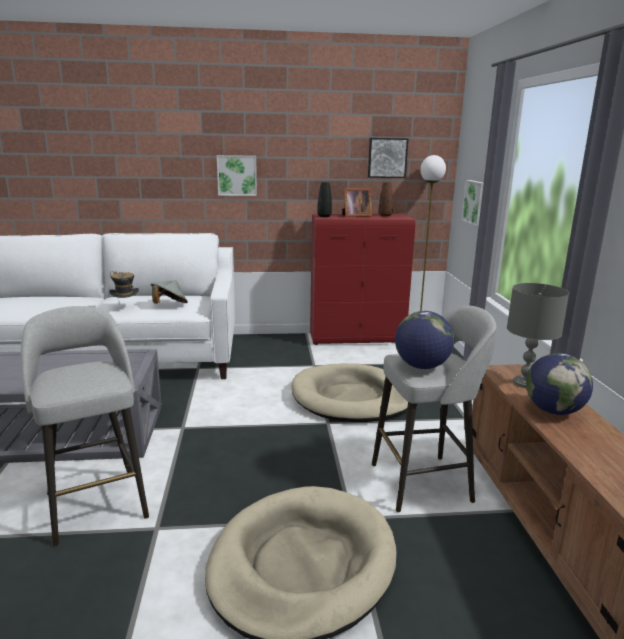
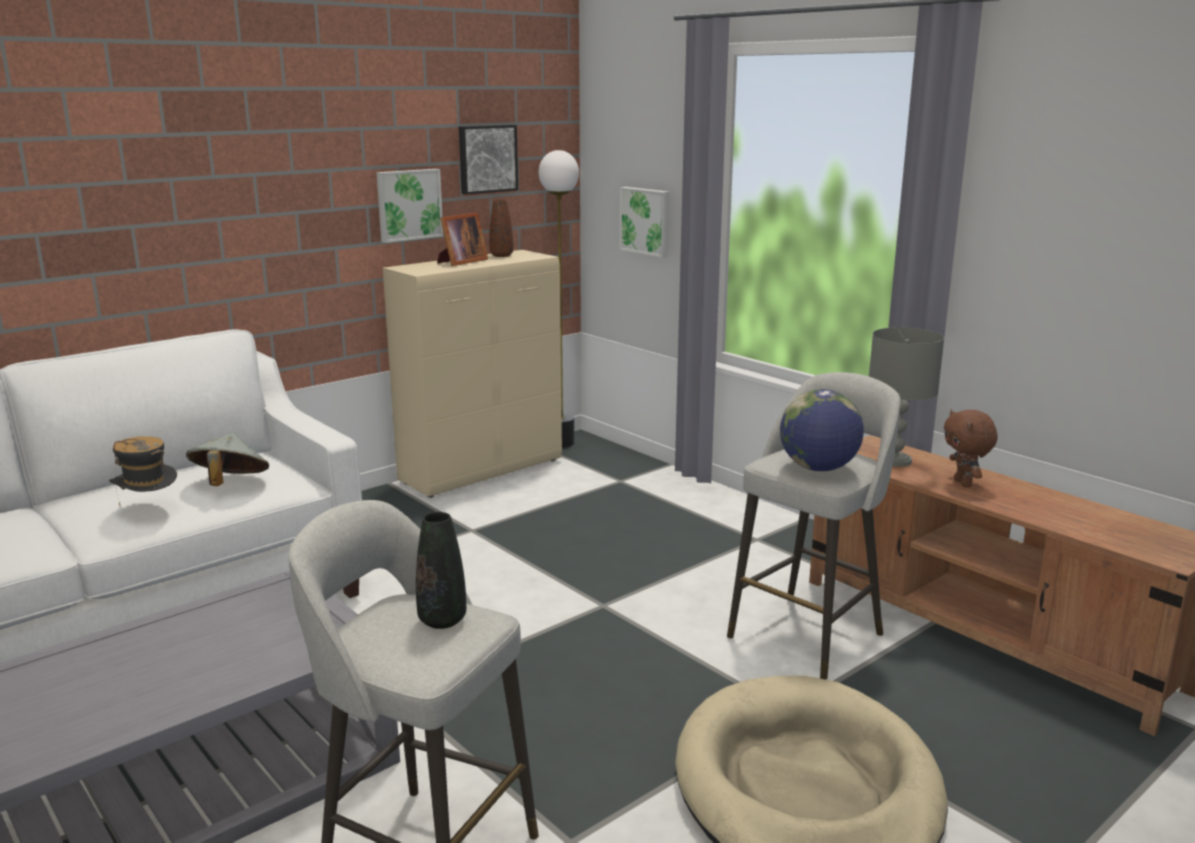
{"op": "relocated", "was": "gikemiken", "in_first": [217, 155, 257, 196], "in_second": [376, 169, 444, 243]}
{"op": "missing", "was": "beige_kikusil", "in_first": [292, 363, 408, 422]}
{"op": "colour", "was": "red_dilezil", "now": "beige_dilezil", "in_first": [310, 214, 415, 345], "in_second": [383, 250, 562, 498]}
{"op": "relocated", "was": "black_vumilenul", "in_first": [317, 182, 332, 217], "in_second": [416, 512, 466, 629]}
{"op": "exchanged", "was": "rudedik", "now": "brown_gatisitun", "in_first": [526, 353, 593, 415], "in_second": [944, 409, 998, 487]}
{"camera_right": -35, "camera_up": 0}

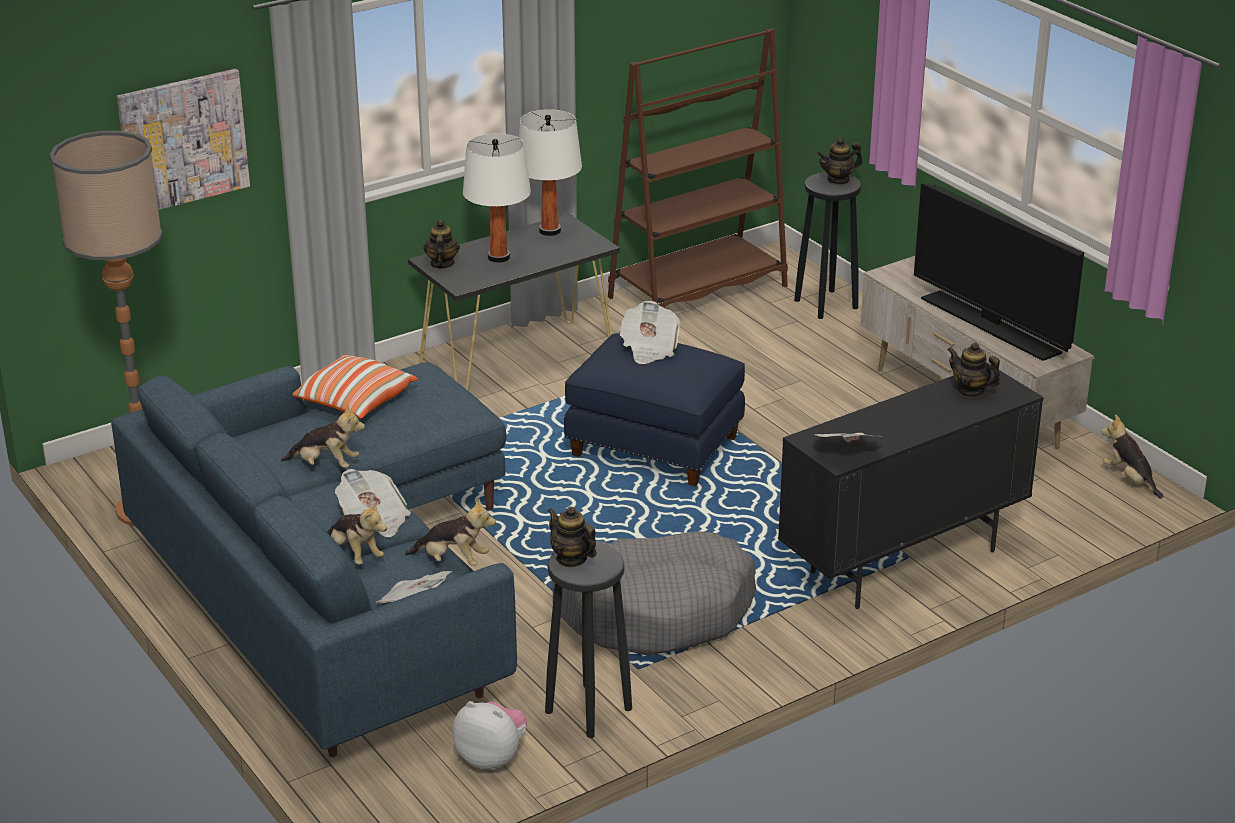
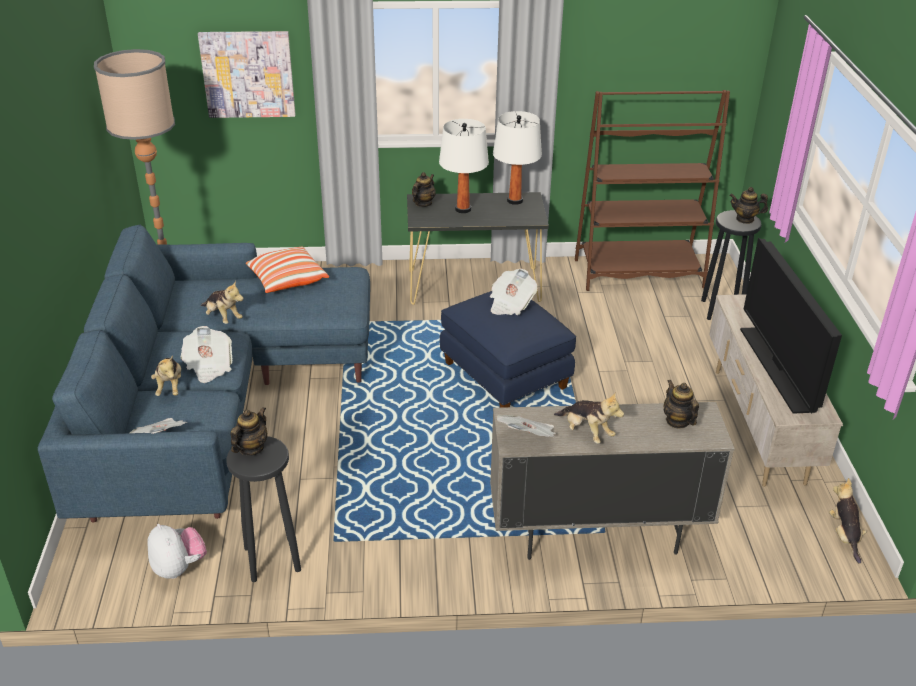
{"op": "relocated", "was": "gatisitun", "in_first": [405, 498, 496, 566], "in_second": [554, 391, 624, 444]}
{"op": "spun", "was": "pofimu", "in_first": [547, 506, 597, 567], "in_second": [230, 407, 267, 456], "clockwise": 45}
{"op": "missing", "was": "grey_kikusil", "in_first": [552, 531, 756, 655]}
{"op": "colour", "was": "black_dilezil", "now": "beige_dilezil", "in_first": [778, 363, 1044, 609], "in_second": [490, 402, 735, 560]}
{"camera_right": 30, "camera_up": 5}

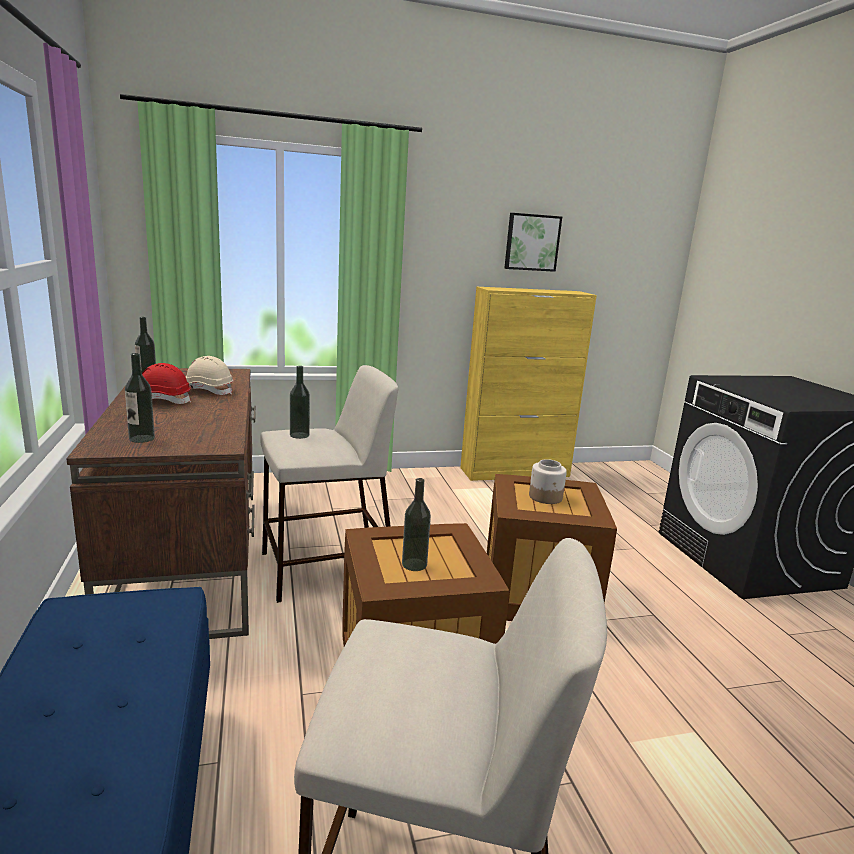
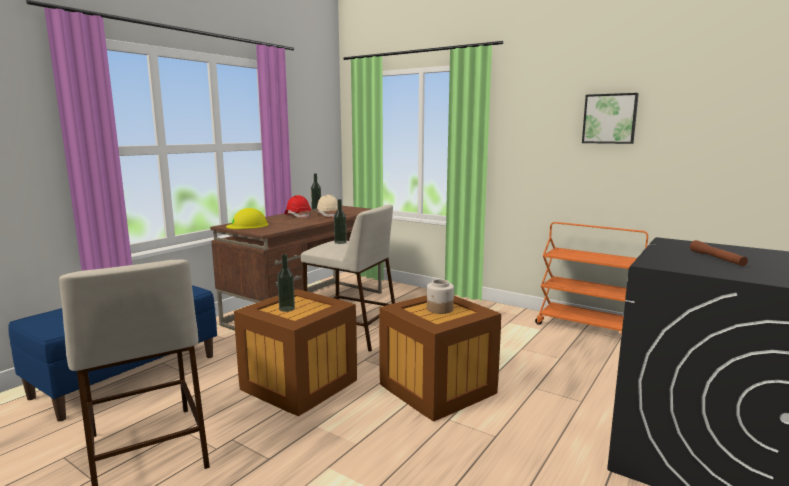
{"op": "exchanged", "was": "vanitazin", "now": "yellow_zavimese", "in_first": [125, 353, 155, 443], "in_second": [226, 208, 269, 229]}
{"op": "exchanged", "was": "yellow_dilezil", "now": "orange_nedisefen", "in_first": [460, 287, 597, 481], "in_second": [535, 222, 648, 334]}
{"op": "appeared", "now": "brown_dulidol", "in_second": [690, 240, 748, 266]}
{"camera_right": 50, "camera_up": -5}

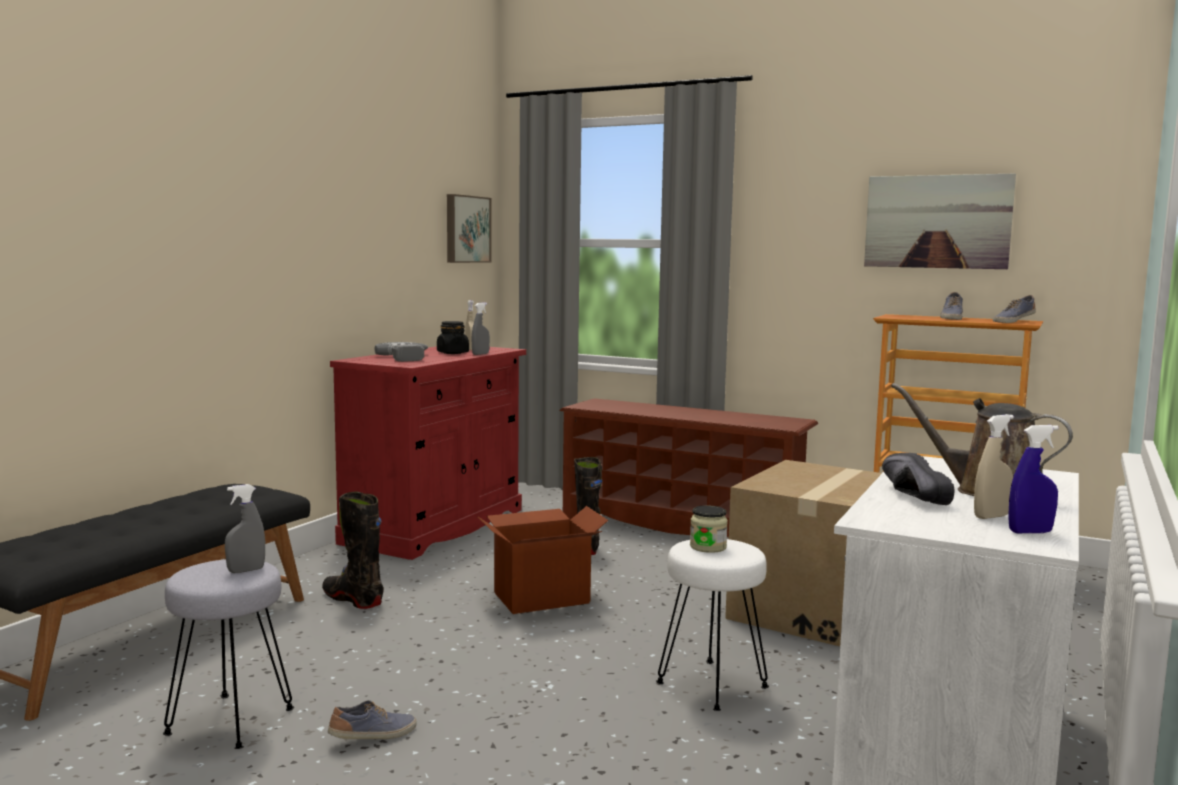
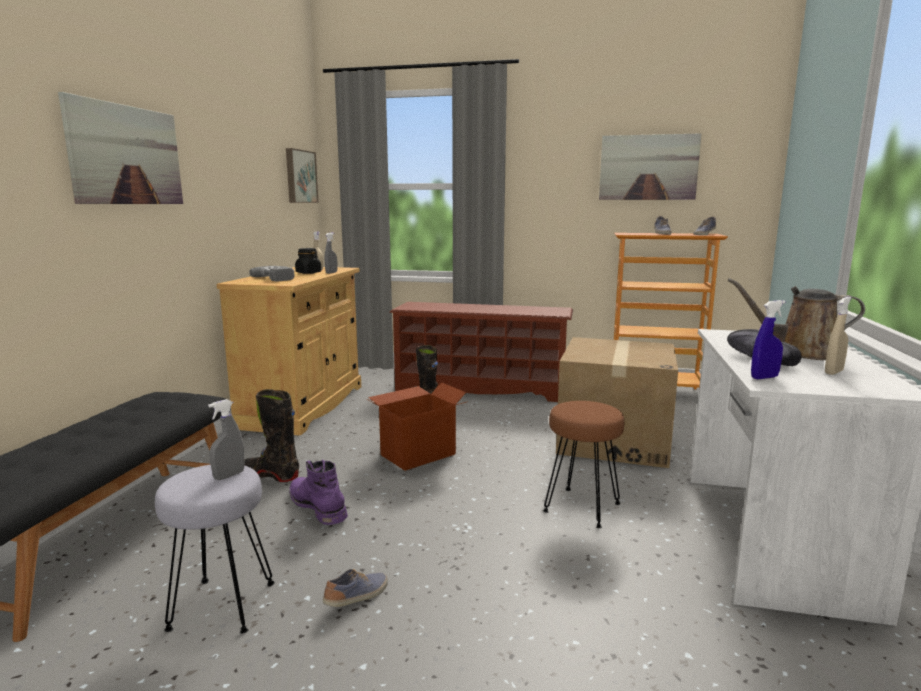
{"op": "colour", "was": "red_dilezil", "now": "beige_dilezil", "in_first": [330, 346, 526, 560], "in_second": [217, 267, 361, 435]}
{"op": "colour", "was": "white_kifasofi", "now": "brown_kifasofi", "in_first": [656, 539, 769, 711], "in_second": [543, 401, 624, 528]}
{"op": "missing", "was": "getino", "in_first": [690, 505, 728, 553]}
{"op": "relocated", "was": "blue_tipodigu", "in_first": [1008, 425, 1059, 533], "in_second": [751, 300, 785, 379]}
{"op": "appeared", "now": "gikemiken", "in_second": [58, 92, 183, 204]}
{"op": "appeared", "now": "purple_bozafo", "in_second": [289, 460, 348, 525]}
{"camera_right": -15, "camera_up": 5}

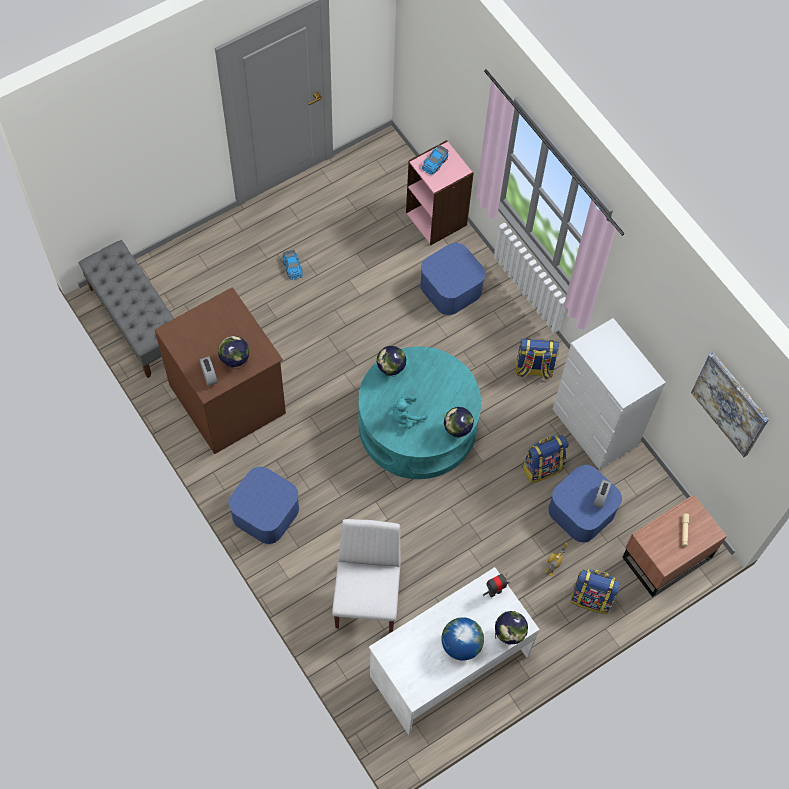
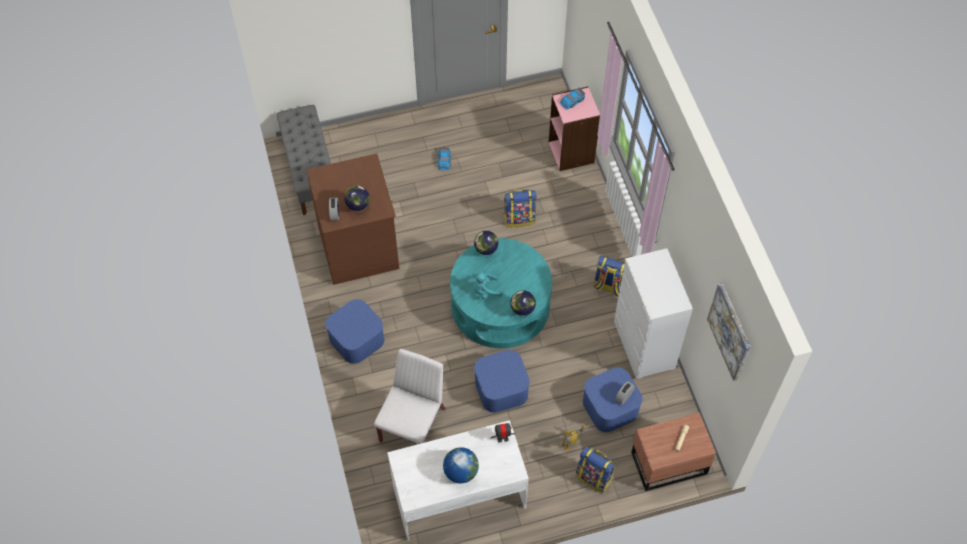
{"op": "relocated", "was": "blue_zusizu", "in_first": [420, 243, 485, 315], "in_second": [474, 350, 530, 413]}
{"op": "missing", "was": "rudedik", "in_first": [495, 611, 528, 644]}
{"op": "relocated", "was": "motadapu", "in_first": [522, 435, 568, 484], "in_second": [504, 188, 537, 227]}
{"camera_right": 20, "camera_up": -5}

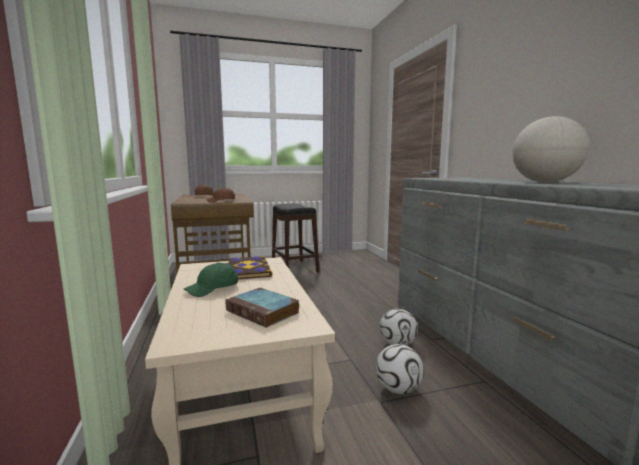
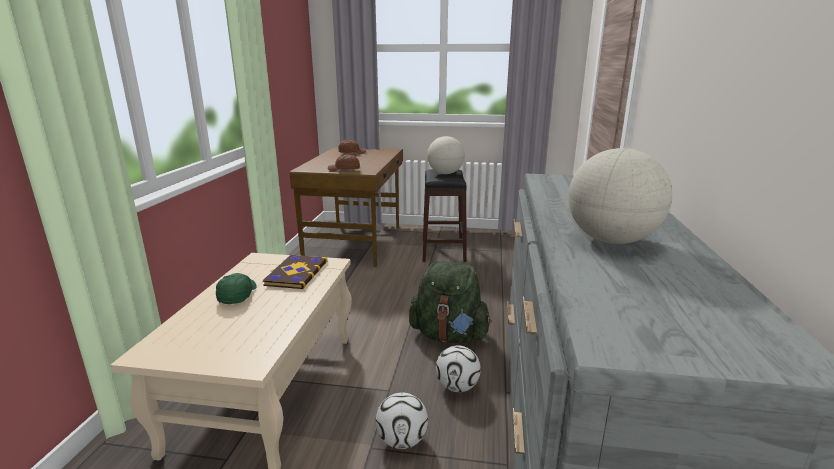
{"op": "spun", "was": "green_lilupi", "in_first": [184, 263, 238, 297], "in_second": [216, 273, 256, 304], "clockwise": 105}
{"op": "missing", "was": "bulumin", "in_first": [226, 288, 300, 328]}
{"op": "appeared", "now": "green_motadapu", "in_second": [409, 261, 492, 343]}
{"op": "appeared", "now": "rudedik", "in_second": [427, 136, 465, 174]}
{"camera_right": 25, "camera_up": 10}

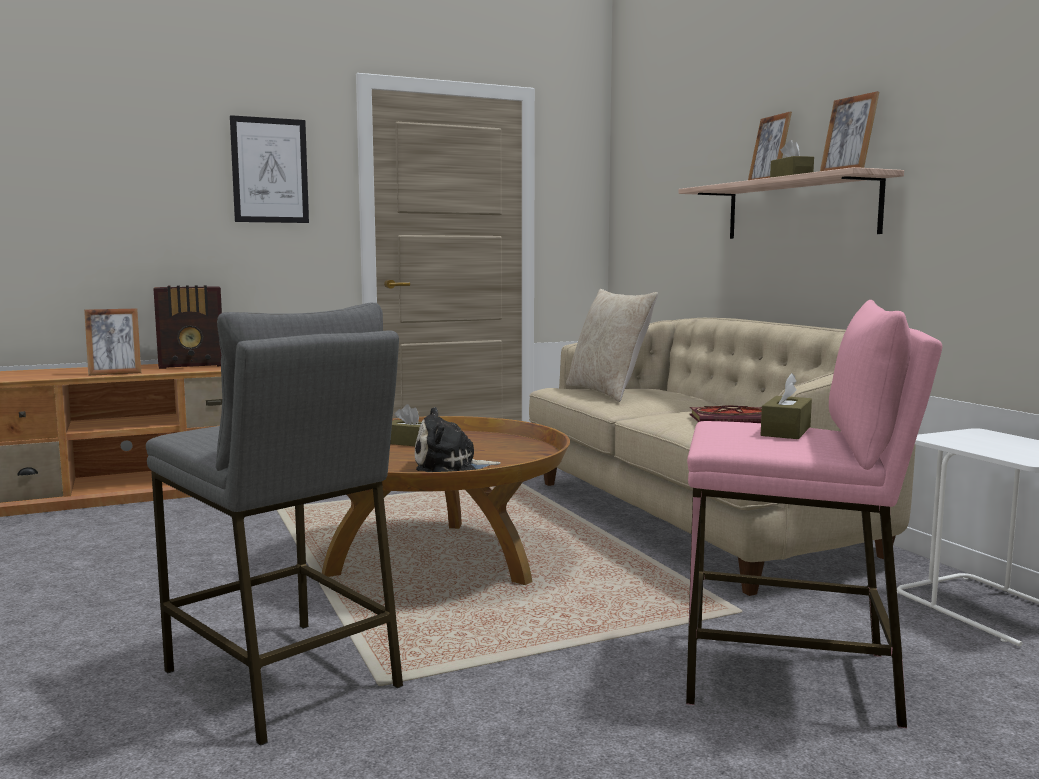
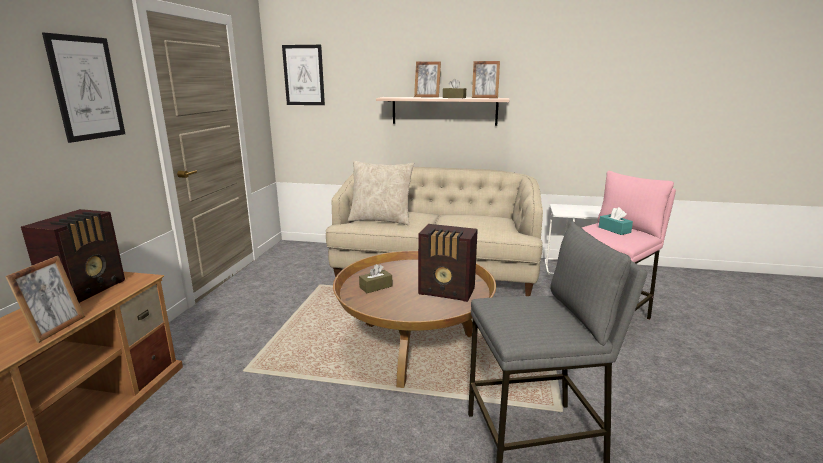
{"op": "exchanged", "was": "gatisitun", "now": "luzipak", "in_first": [415, 407, 501, 472], "in_second": [418, 224, 478, 302]}
{"op": "missing", "was": "bulumin", "in_first": [690, 405, 762, 423]}
{"op": "colour", "was": "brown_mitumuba", "now": "turquoise_mitumuba", "in_first": [761, 373, 812, 439], "in_second": [599, 207, 633, 235]}
{"op": "appeared", "now": "gikemiken", "in_second": [282, 45, 325, 105]}
{"camera_right": -55, "camera_up": 10}

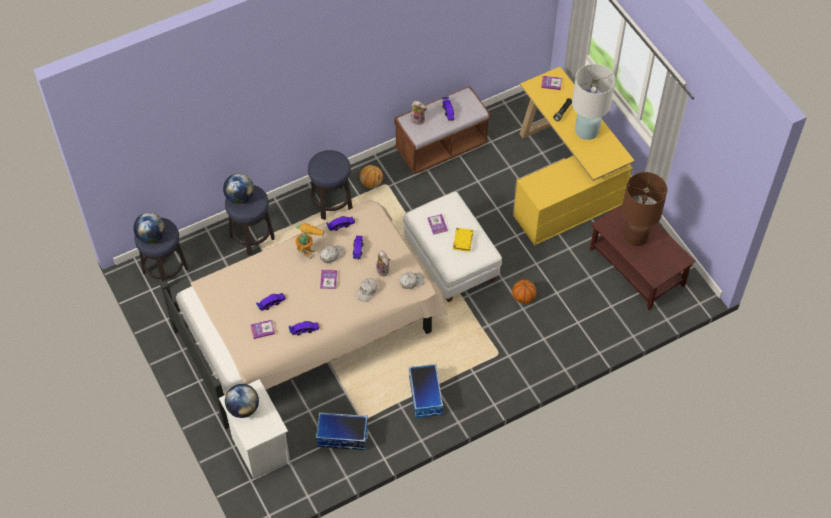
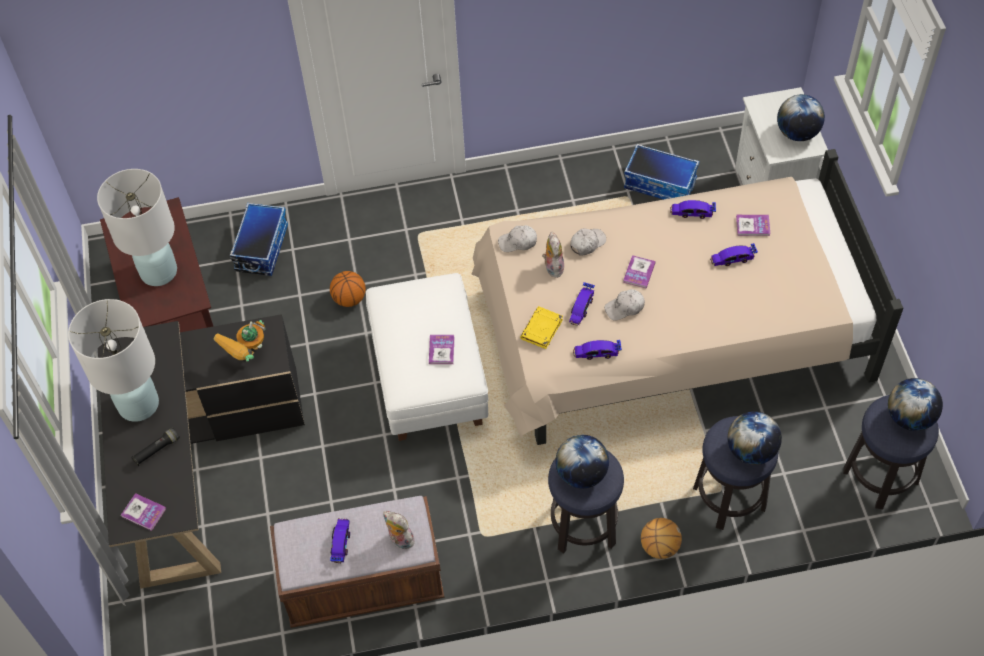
{"op": "relocated", "was": "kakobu", "in_first": [296, 223, 324, 259], "in_second": [214, 320, 266, 362]}
{"op": "relocated", "was": "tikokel", "in_first": [360, 165, 383, 188], "in_second": [641, 518, 682, 559]}
{"op": "relocated", "was": "zusizu", "in_first": [409, 364, 443, 418], "in_second": [230, 203, 288, 276]}
{"op": "relocated", "was": "yellow_bulumin", "in_first": [453, 228, 474, 252], "in_second": [520, 306, 563, 349]}
{"op": "colour", "was": "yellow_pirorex", "now": "black_pirorex", "in_first": [513, 67, 635, 246], "in_second": [98, 314, 305, 589]}
{"op": "colour", "was": "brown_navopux", "now": "white_navopux", "in_first": [622, 172, 667, 246], "in_second": [97, 169, 177, 286]}
{"op": "appeared", "now": "rudedik", "in_second": [555, 435, 609, 488]}
{"camera_right": -160, "camera_up": 0}

